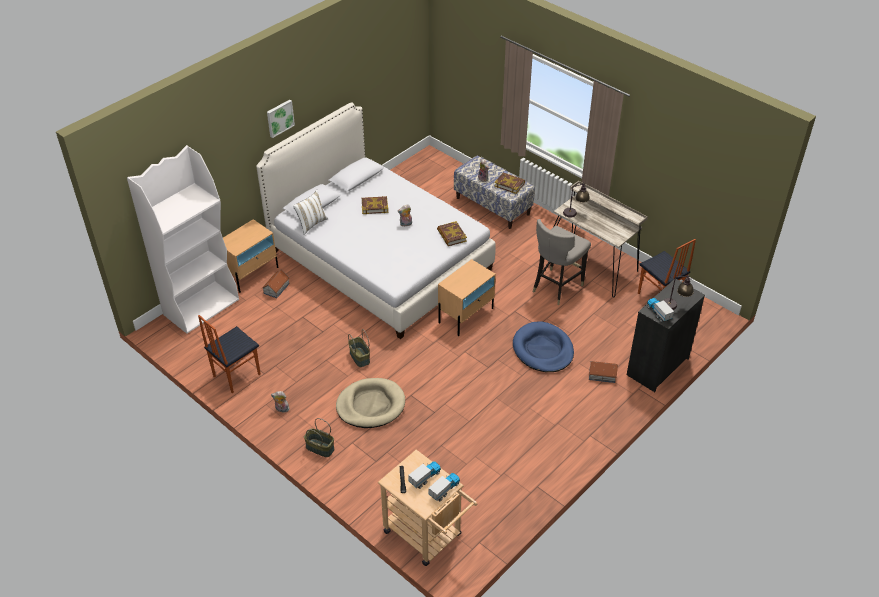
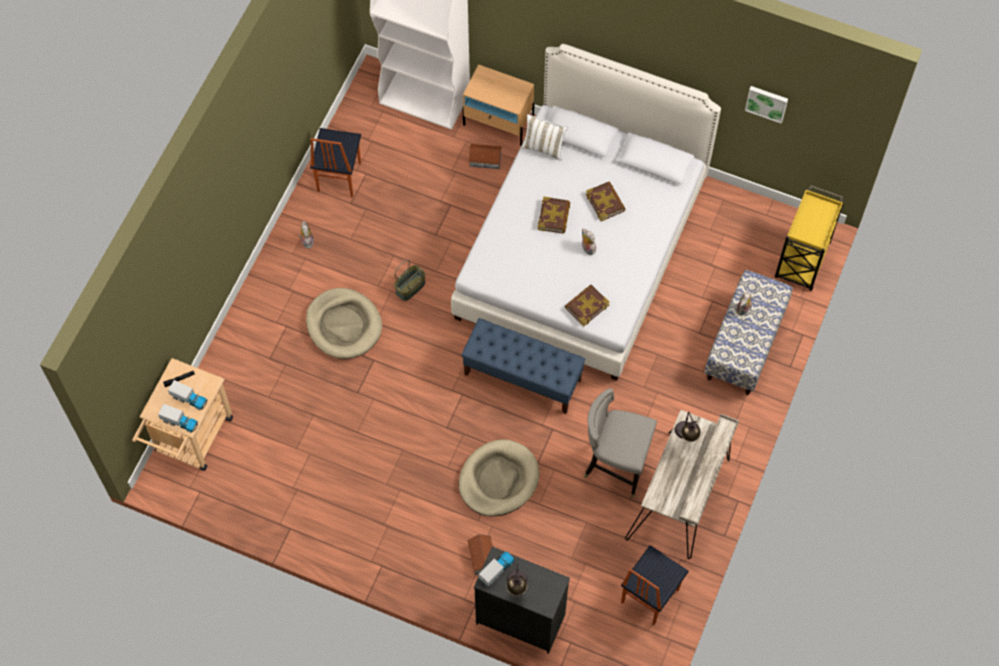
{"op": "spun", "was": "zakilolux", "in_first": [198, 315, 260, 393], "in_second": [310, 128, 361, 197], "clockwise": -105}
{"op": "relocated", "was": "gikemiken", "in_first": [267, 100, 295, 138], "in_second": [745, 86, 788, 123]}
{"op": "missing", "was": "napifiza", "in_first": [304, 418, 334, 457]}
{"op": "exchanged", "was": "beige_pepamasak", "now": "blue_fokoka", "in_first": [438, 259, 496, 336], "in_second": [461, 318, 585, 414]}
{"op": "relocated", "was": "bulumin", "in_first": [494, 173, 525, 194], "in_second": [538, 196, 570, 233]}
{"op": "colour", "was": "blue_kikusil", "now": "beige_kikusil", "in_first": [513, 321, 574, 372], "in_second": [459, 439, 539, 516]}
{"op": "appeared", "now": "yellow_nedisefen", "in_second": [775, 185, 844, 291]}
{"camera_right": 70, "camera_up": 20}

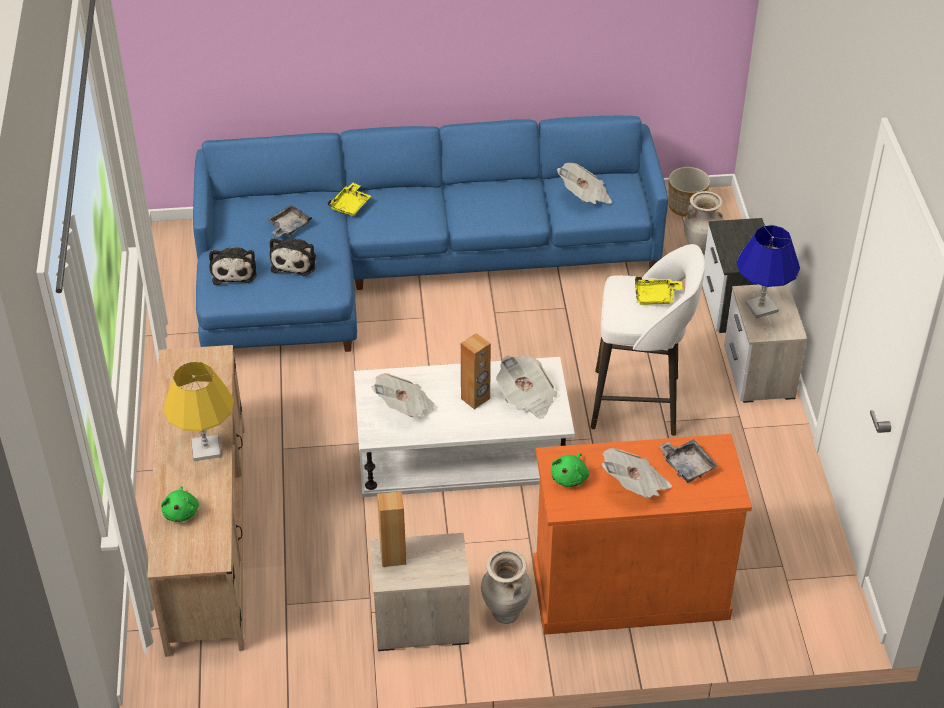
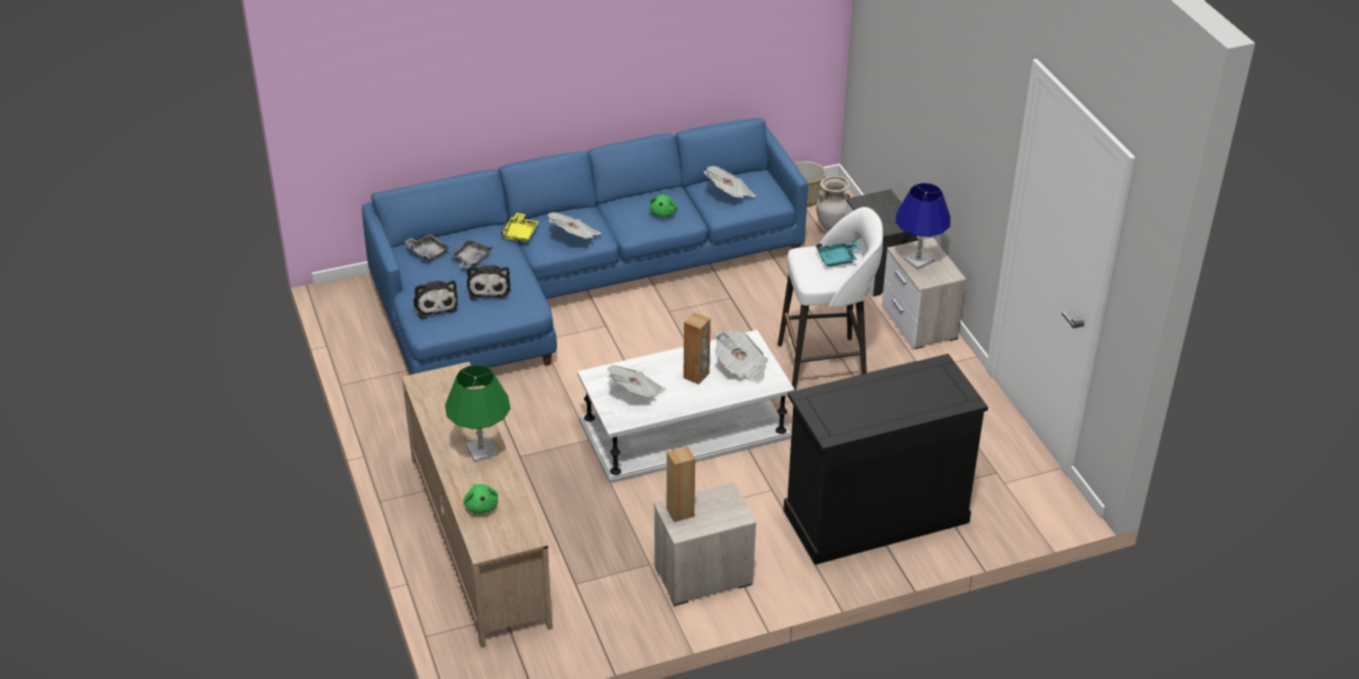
{"op": "colour", "was": "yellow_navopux", "now": "green_navopux", "in_first": [163, 362, 234, 461], "in_second": [445, 365, 511, 462]}
{"op": "missing", "was": "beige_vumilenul", "in_first": [481, 549, 531, 624]}
{"op": "colour", "was": "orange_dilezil", "now": "black_dilezil", "in_first": [533, 434, 752, 635], "in_second": [784, 354, 988, 565]}
{"op": "relocated", "was": "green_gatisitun", "in_first": [551, 453, 589, 487], "in_second": [650, 194, 677, 217]}
{"op": "relocated", "was": "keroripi", "in_first": [601, 448, 672, 498], "in_second": [547, 212, 602, 239]}
{"op": "colour", "was": "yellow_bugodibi", "now": "turquoise_bugodibi", "in_first": [635, 276, 683, 305], "in_second": [816, 242, 860, 267]}
{"op": "relocated", "was": "grey_bugodibi", "in_first": [659, 439, 718, 483], "in_second": [404, 234, 450, 262]}
{"camera_right": -15, "camera_up": -5}

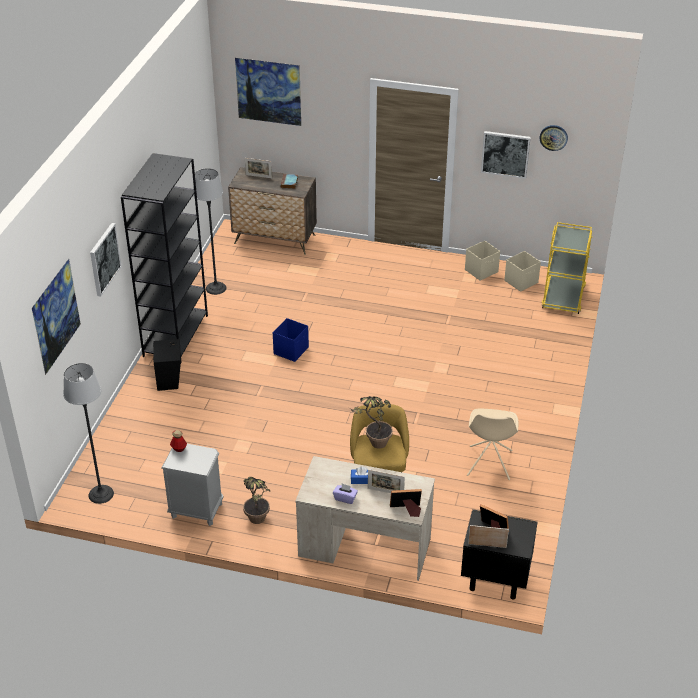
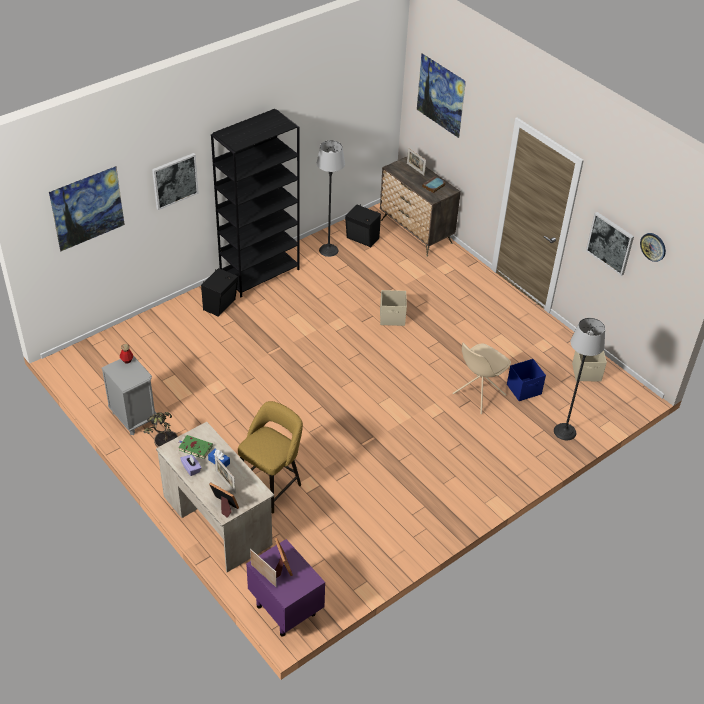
{"op": "relocated", "was": "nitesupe", "in_first": [63, 363, 114, 504], "in_second": [554, 318, 605, 440]}
{"op": "relocated", "was": "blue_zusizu", "in_first": [273, 318, 309, 362], "in_second": [507, 359, 546, 401]}
{"op": "missing", "was": "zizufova", "in_first": [349, 396, 393, 449]}
{"op": "colour", "was": "black_pepamasak", "now": "purple_pepamasak", "in_first": [461, 509, 537, 600], "in_second": [246, 539, 325, 636]}
{"op": "relocated", "was": "beige_zusizu", "in_first": [465, 241, 500, 280], "in_second": [380, 290, 407, 326]}
{"op": "relocated", "was": "beige_zakilolux", "in_first": [467, 409, 518, 480], "in_second": [452, 343, 511, 414]}
{"op": "missing", "was": "yellow_nedisefen", "in_first": [541, 222, 593, 314]}
{"op": "appeared", "now": "green_bulumin", "in_second": [179, 435, 213, 459]}
{"op": "appeared", "now": "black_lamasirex", "in_second": [345, 204, 381, 247]}
{"camera_right": 35, "camera_up": 5}

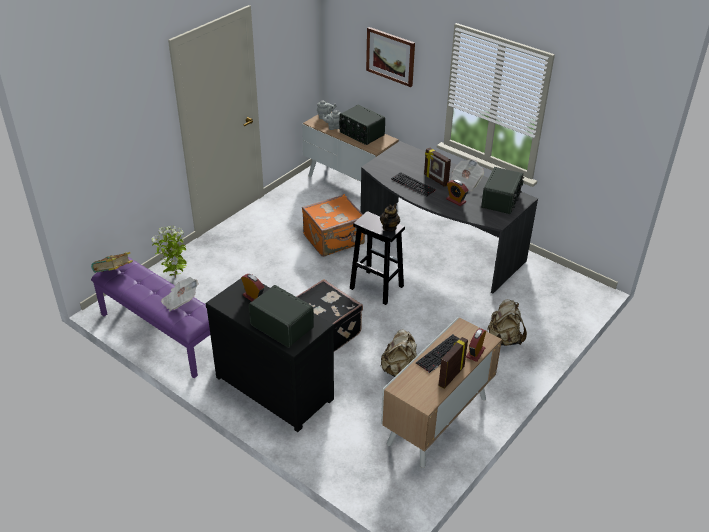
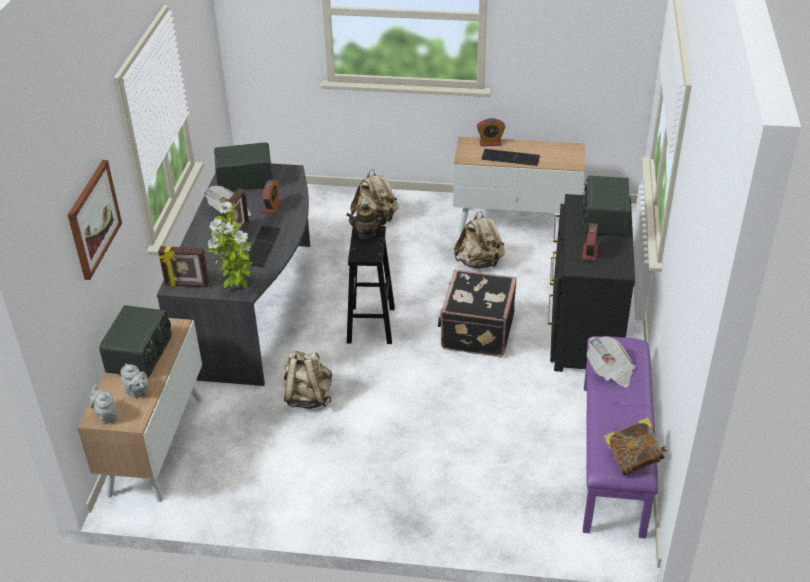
{"op": "relocated", "was": "zizufova", "in_first": [151, 225, 188, 278], "in_second": [207, 202, 253, 288]}
{"op": "exchanged", "was": "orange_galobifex", "now": "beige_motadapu", "in_first": [302, 194, 365, 257], "in_second": [283, 350, 332, 409]}
{"op": "relocated", "was": "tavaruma", "in_first": [439, 337, 468, 389], "in_second": [158, 246, 209, 287]}
{"camera_right": -120, "camera_up": 0}

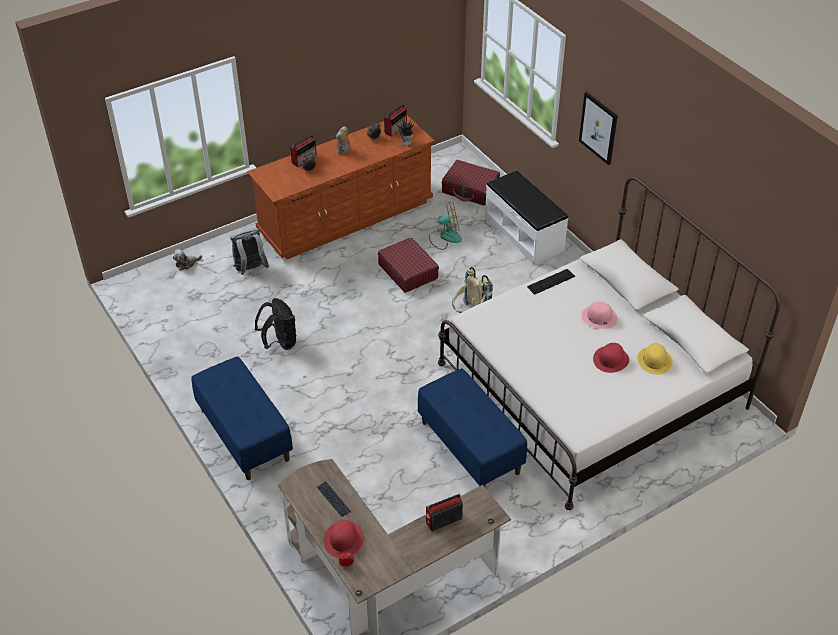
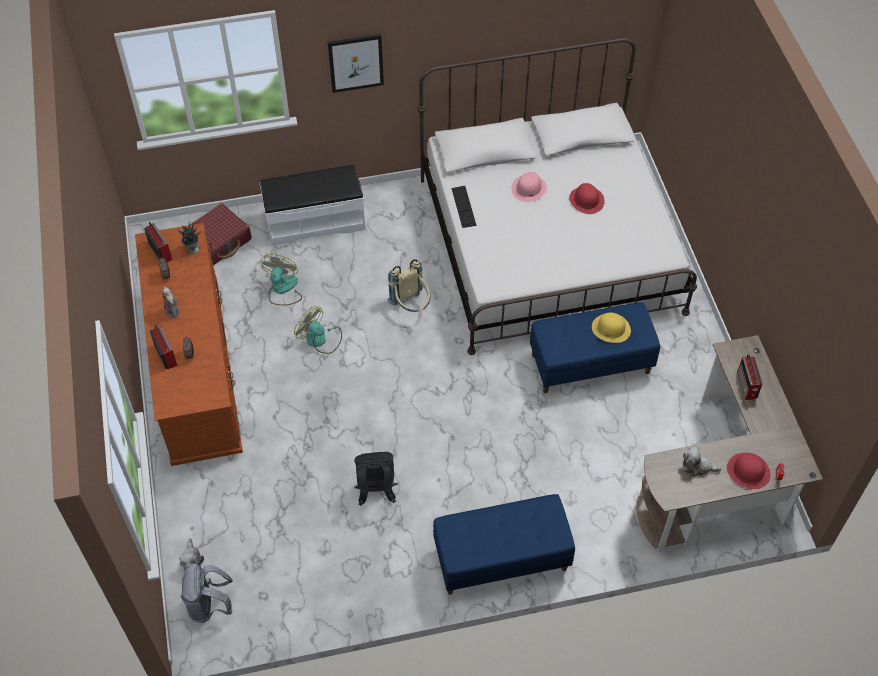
{"op": "relocated", "was": "grey_motadapu", "in_first": [230, 228, 269, 275], "in_second": [181, 563, 233, 623]}
{"op": "exchanged", "was": "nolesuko", "now": "gatisitun", "in_first": [317, 481, 351, 517], "in_second": [683, 447, 721, 477]}
{"op": "exchanged", "was": "red_galobifex", "now": "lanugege", "in_first": [378, 237, 439, 293], "in_second": [294, 306, 342, 354]}
{"op": "relocated", "was": "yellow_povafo", "in_first": [637, 343, 673, 375], "in_second": [592, 312, 631, 343]}
{"camera_right": -70, "camera_up": 10}

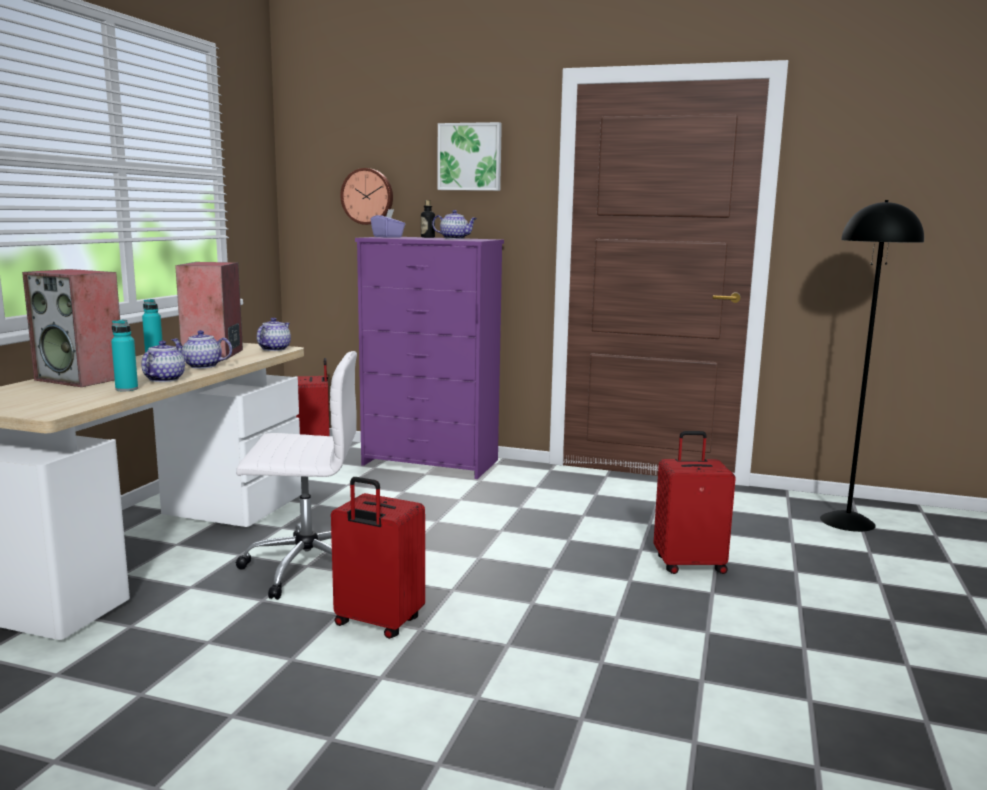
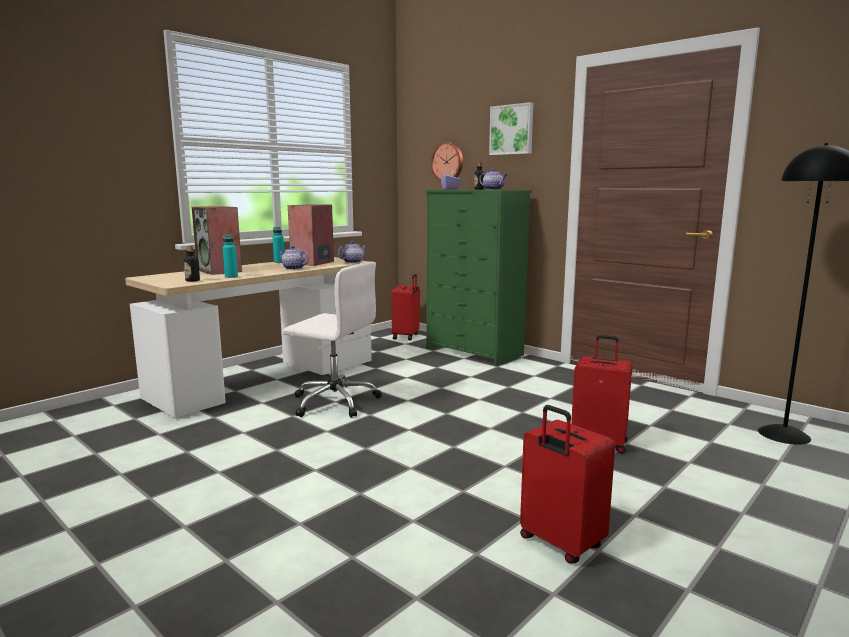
{"op": "missing", "was": "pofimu", "in_first": [141, 340, 185, 382]}
{"op": "relocated", "was": "red_galobifex", "in_first": [331, 477, 425, 639], "in_second": [520, 405, 615, 564]}
{"op": "colour", "was": "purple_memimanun", "now": "green_memimanun", "in_first": [355, 237, 504, 479], "in_second": [425, 190, 532, 366]}
{"op": "appeared", "now": "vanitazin", "in_second": [184, 245, 200, 282]}
{"camera_right": 25, "camera_up": 0}

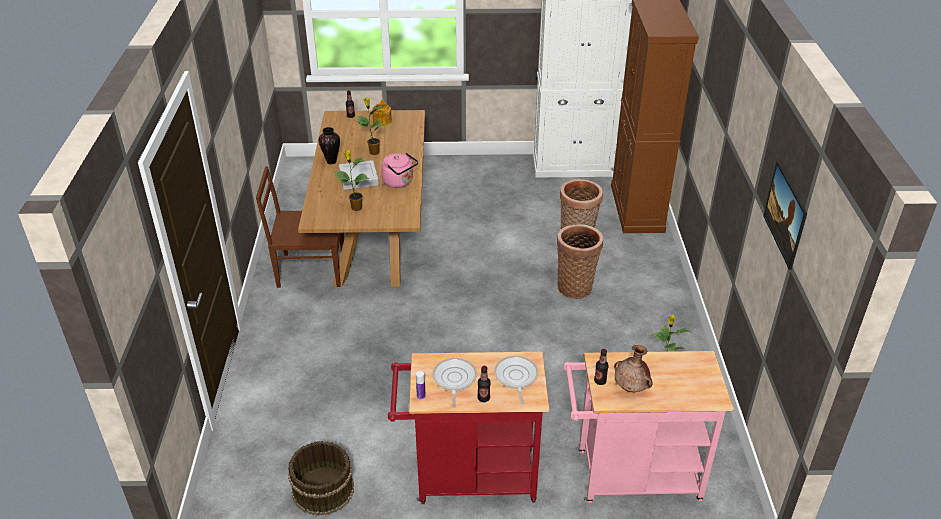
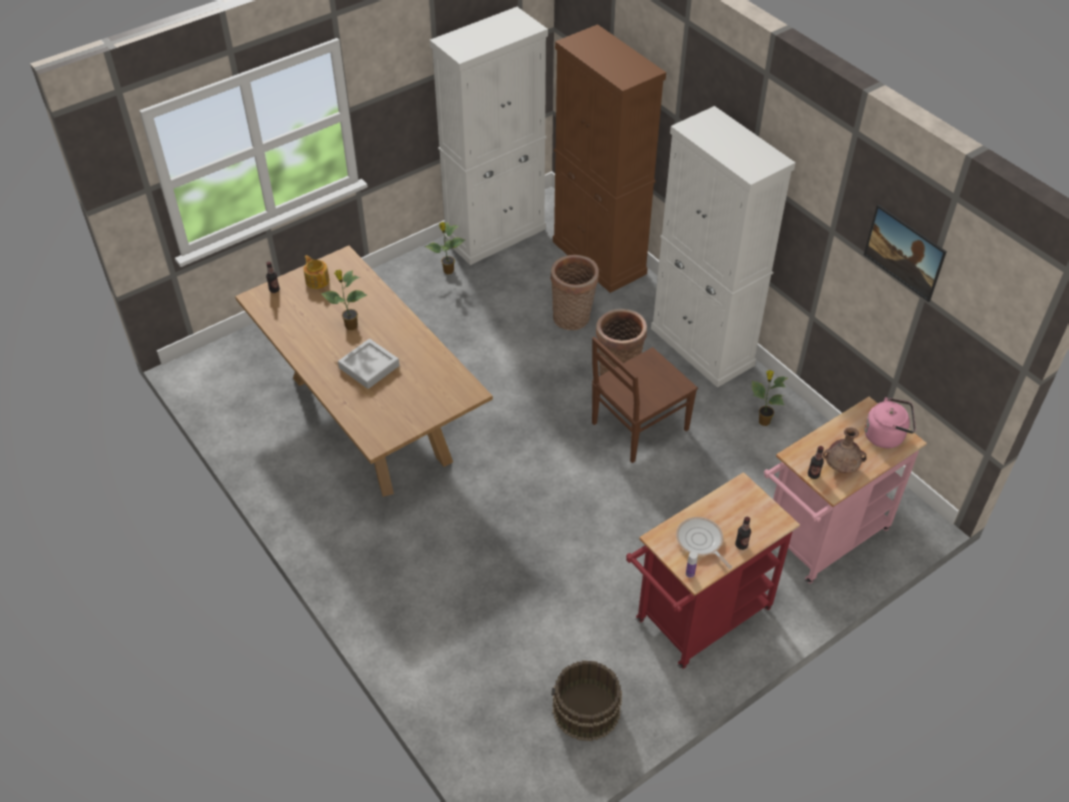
{"op": "relocated", "was": "brown_zakilolux", "in_first": [256, 166, 344, 288], "in_second": [592, 337, 698, 463]}
{"op": "missing", "was": "vumilenul", "in_first": [319, 127, 340, 164]}
{"op": "relocated", "was": "zizufova", "in_first": [334, 151, 369, 211], "in_second": [425, 222, 465, 274]}
{"op": "relocated", "was": "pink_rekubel", "in_first": [381, 153, 418, 188], "in_second": [864, 397, 916, 448]}
{"op": "missing", "was": "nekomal", "in_first": [494, 355, 539, 405]}
{"op": "appeared", "now": "white_dilezil", "in_second": [651, 106, 796, 388]}
{"camera_right": -35, "camera_up": 10}

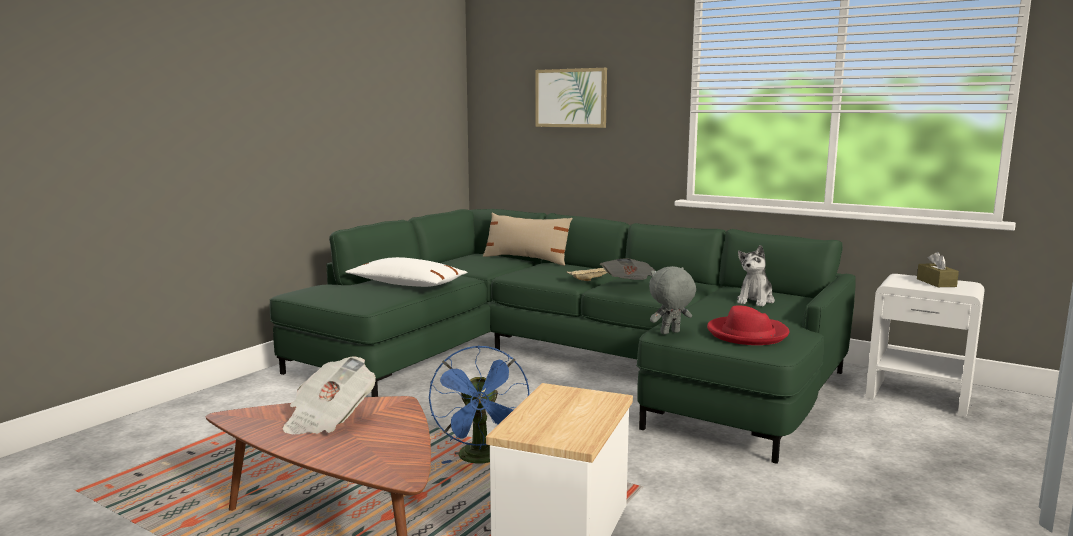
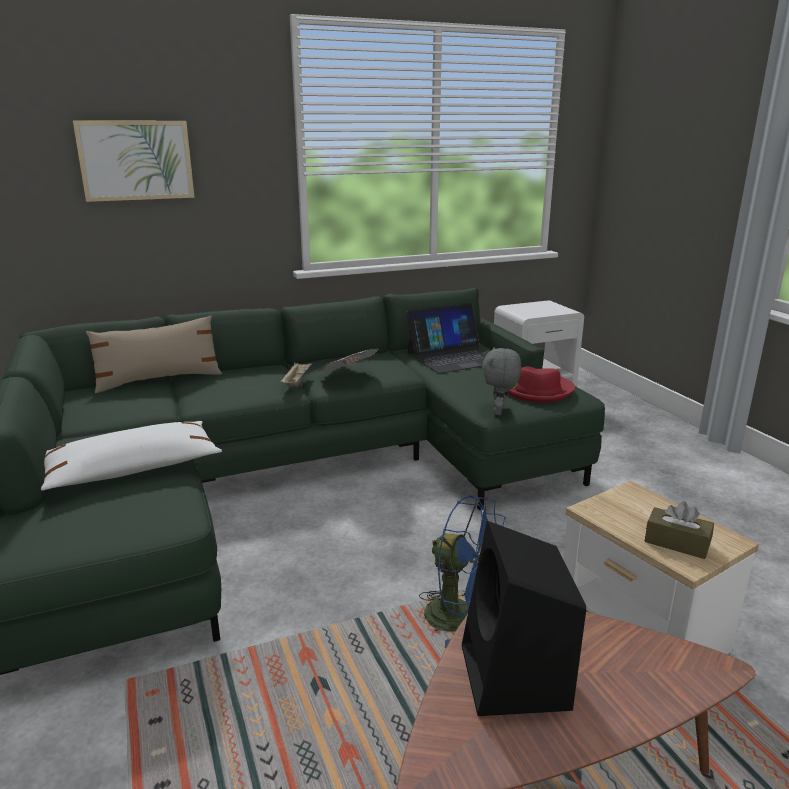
{"op": "exchanged", "was": "keroripi", "now": "black_lamasirex", "in_first": [283, 356, 376, 434], "in_second": [462, 521, 586, 716]}
{"op": "exchanged", "was": "gatisitun", "now": "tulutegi", "in_first": [737, 245, 775, 307], "in_second": [406, 303, 488, 373]}
{"op": "relocated", "was": "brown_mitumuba", "in_first": [917, 252, 959, 287], "in_second": [645, 501, 714, 559]}
{"camera_right": -55, "camera_up": 10}

